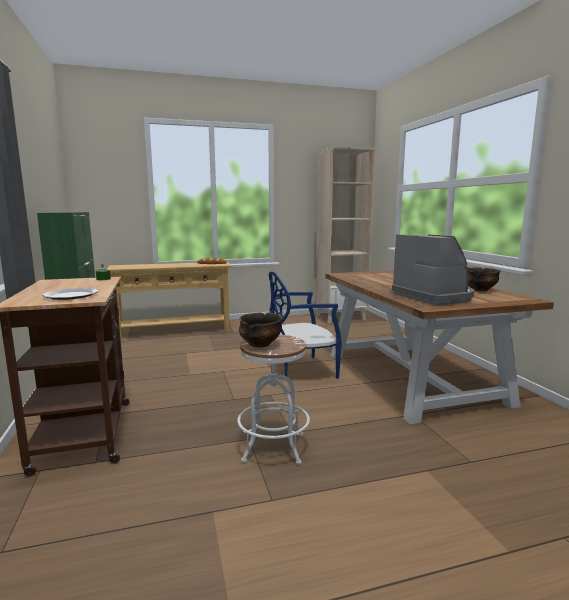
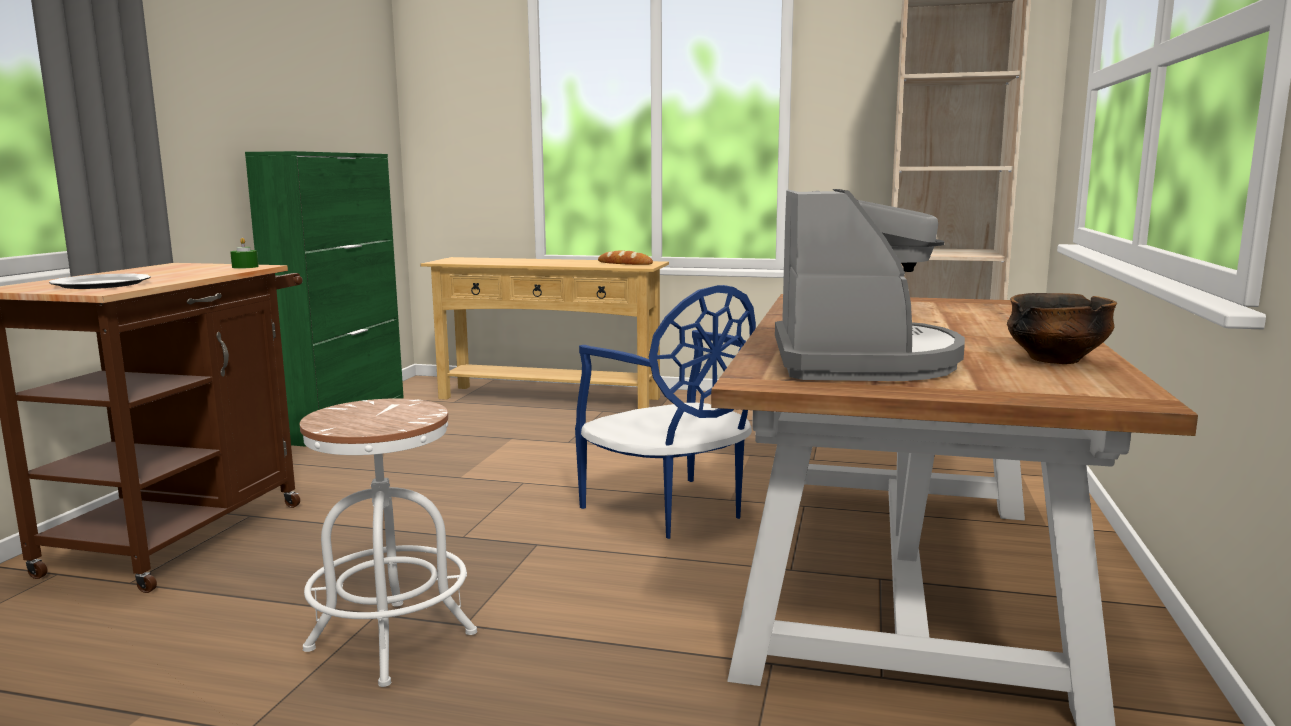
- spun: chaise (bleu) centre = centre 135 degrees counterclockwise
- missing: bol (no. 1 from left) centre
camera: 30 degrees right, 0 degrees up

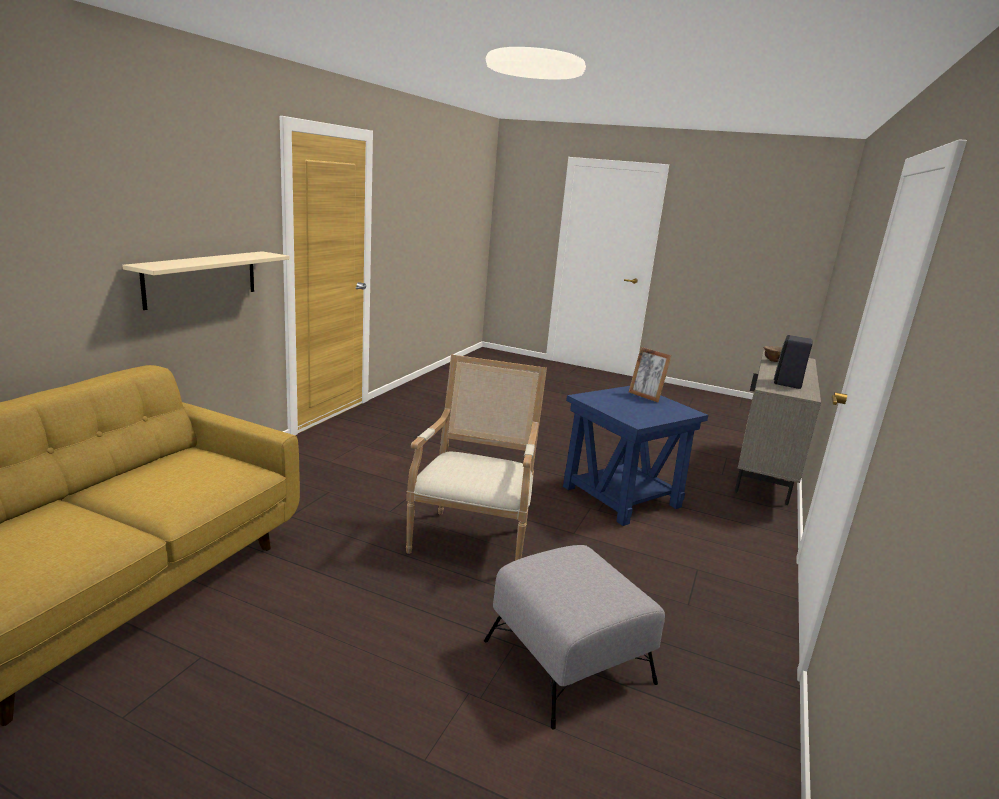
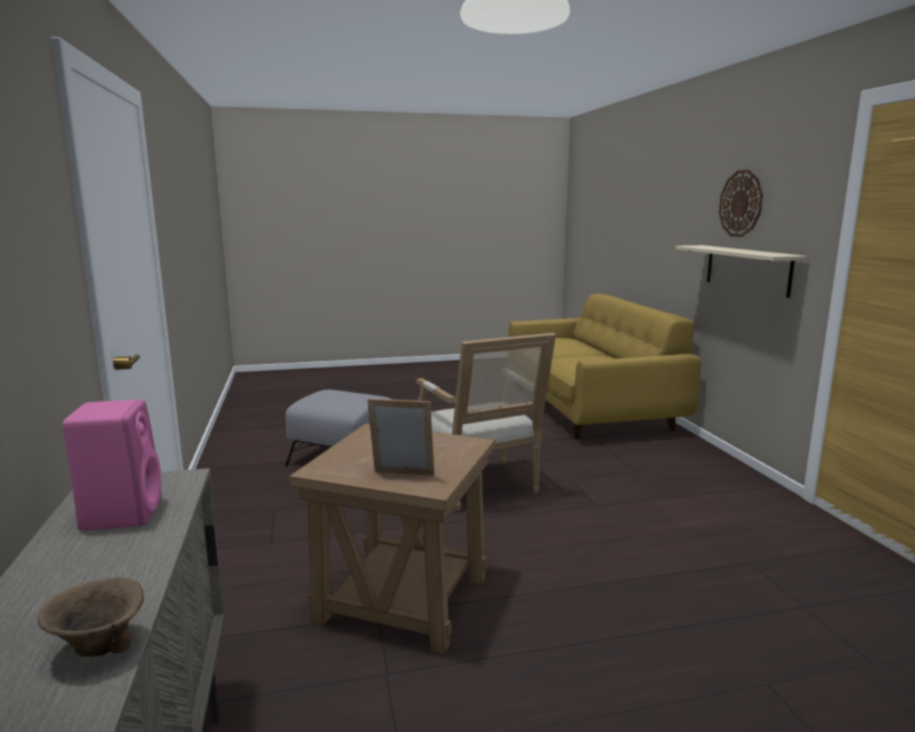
- colour: enceinte (noir) middle right to enceinte (rose) middle left
- colour: table d'appoint (bleu) centre to table d'appoint (marron) bottom centre
- appeared: horloge murale top right
camera: 145 degrees right, 5 degrees down

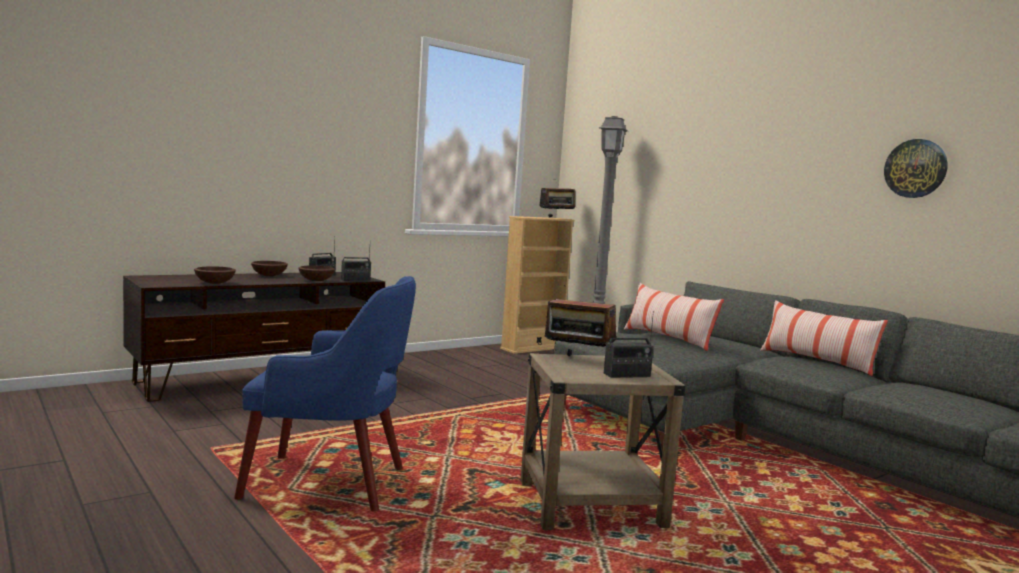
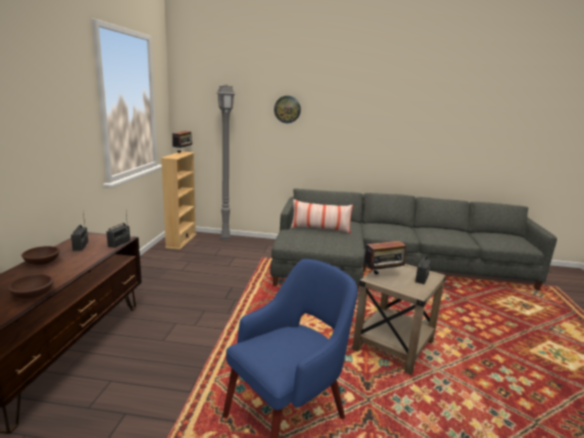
- relocated: horloge murale top right to top centre
- missing: bol (marron) (no. 3 from left) middle left
- missing: coussin (no. 2 from left) middle right
camera: 45 degrees left, 10 degrees up

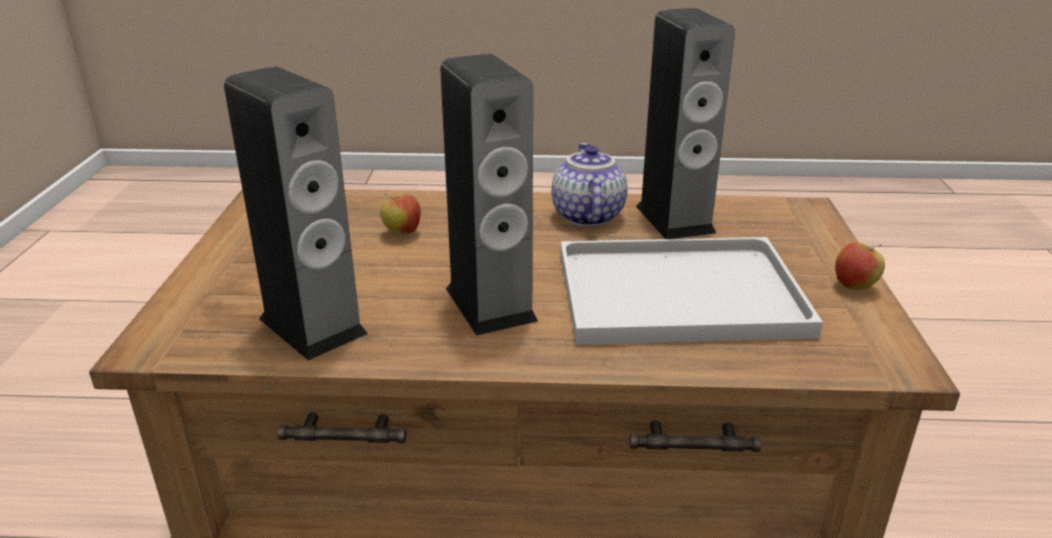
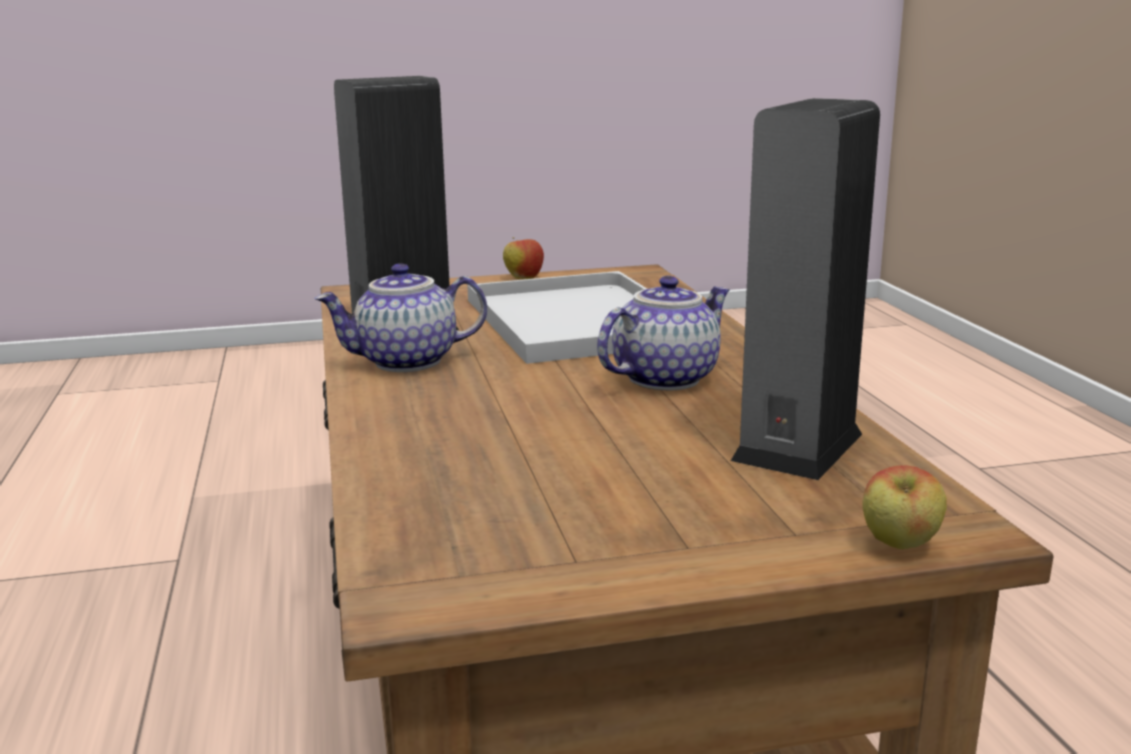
- exchanged: enceinte (no. 2 from left) centre to théière (no. 2 from left) centre
- relocated: pomme (no. 1 from left in the first image) centre to pomme (no. 2 from left) bottom right
camera: 105 degrees left, 10 degrees down

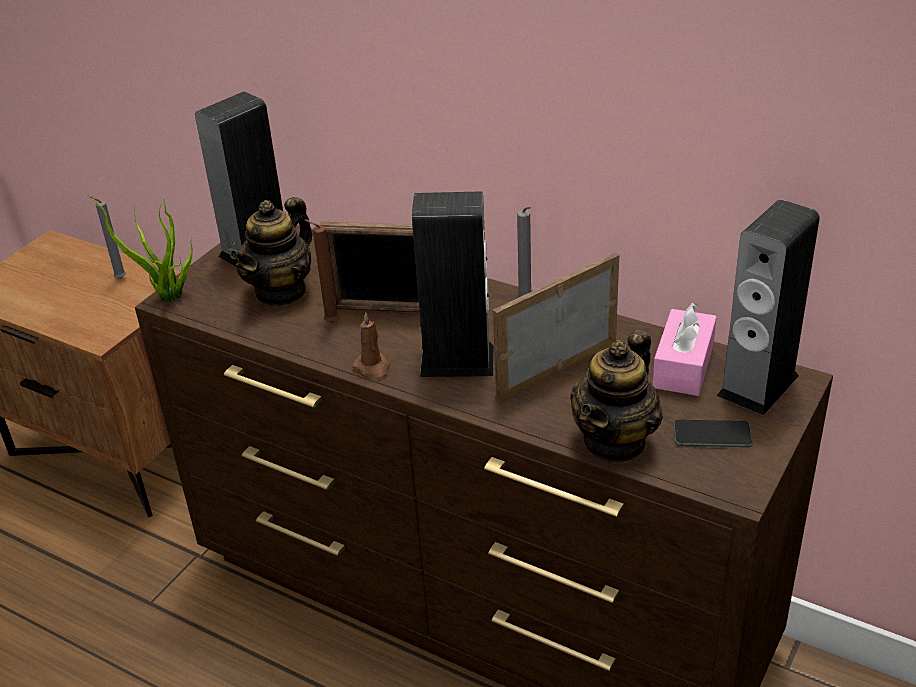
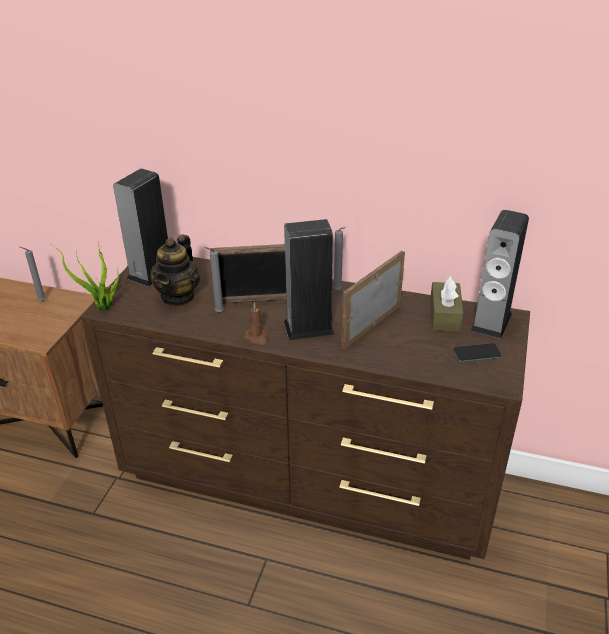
- colour: bougie (marron) (no. 1 from left) centre to bougie (gris) (no. 2 from left) centre
- colour: boîte à mouchoirs (rose) middle right to boîte à mouchoirs (marron) middle right
- missing: théière (no. 2 from left) middle right
camera: 15 degrees left, 0 degrees up

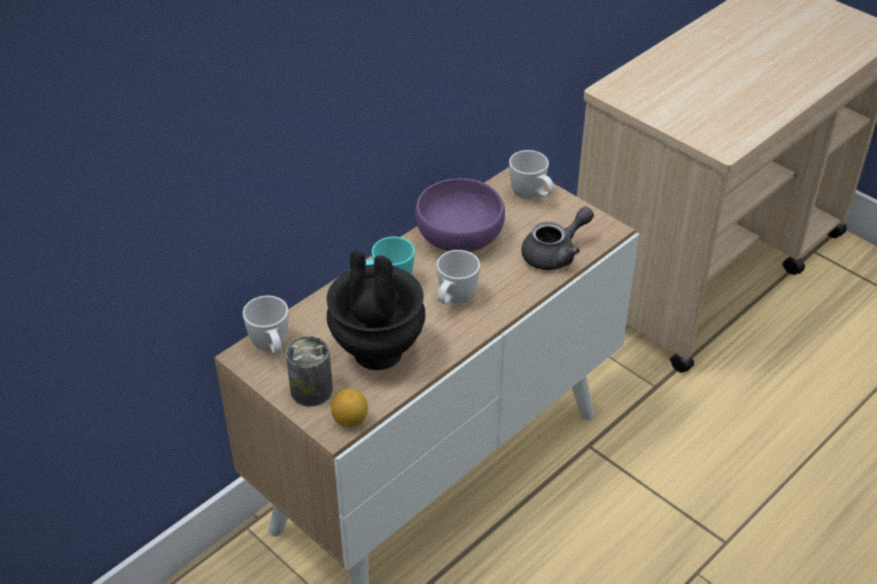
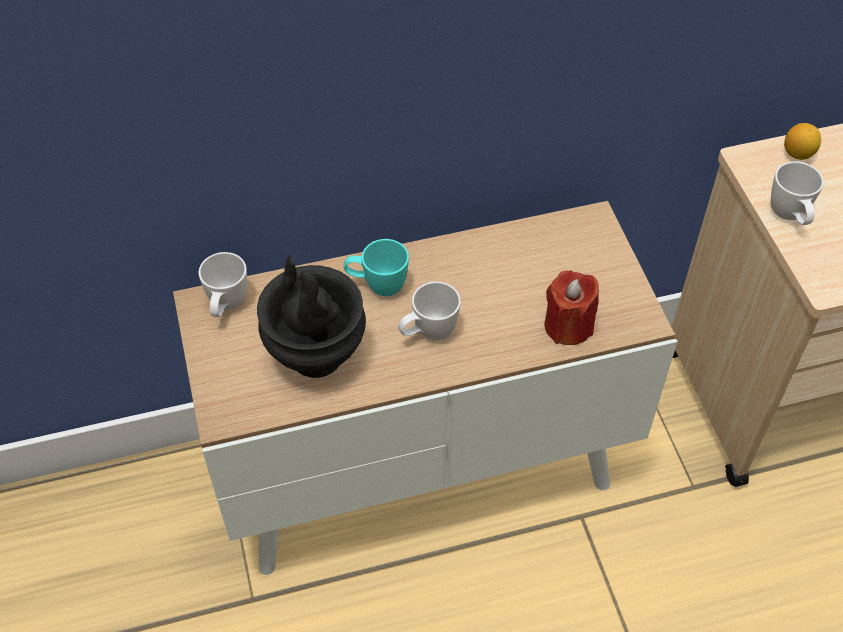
- exchanged: théière (gris) centre to bougie (rouge) middle right
- relocated: mug (blanc) (no. 3 from left) top centre to top right
- relocated: citron bottom centre to top right
- missing: boîte métallique centre
- missing: bol (violet) centre
camera: 30 degrees right, 10 degrees up

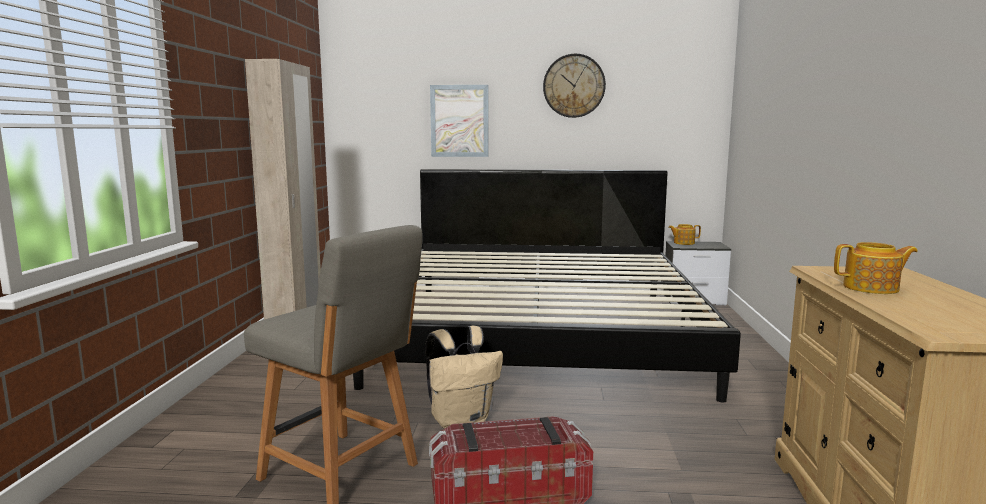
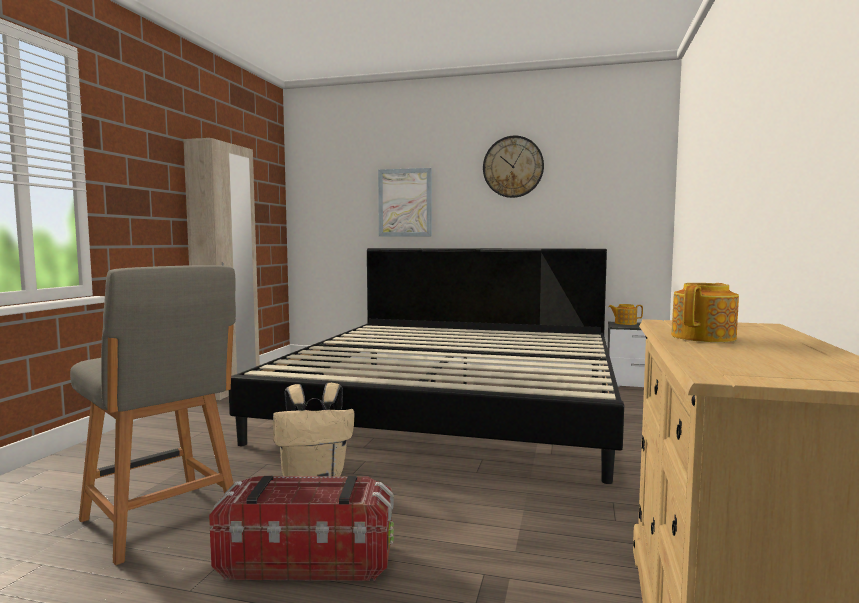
- spun: théière (no. 2 from left) middle right = middle right 60 degrees counterclockwise
camera: 10 degrees right, 5 degrees down

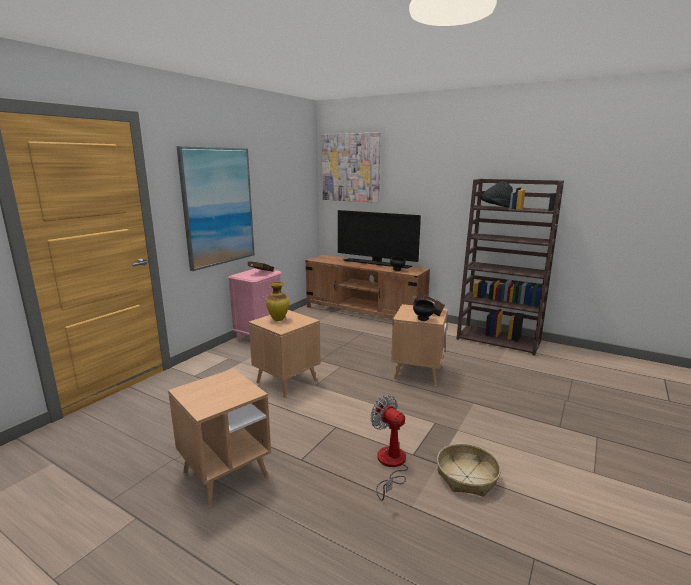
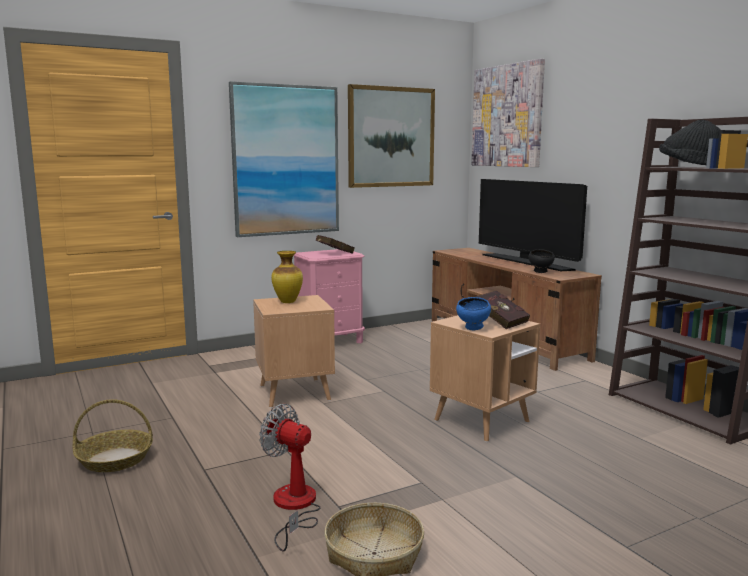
- exchanged: table d'appoint (marron) (no. 1 from left) bottom left to panier (no. 1 from left) bottom left
- spun: ventilateur bottom centre = bottom centre 45 degrees counterclockwise
- appeared: tableau (no. 2 from left) top centre
- colour: bol (noir) (no. 2 from left) centre to bol (bleu) centre
camera: 30 degrees right, 5 degrees down

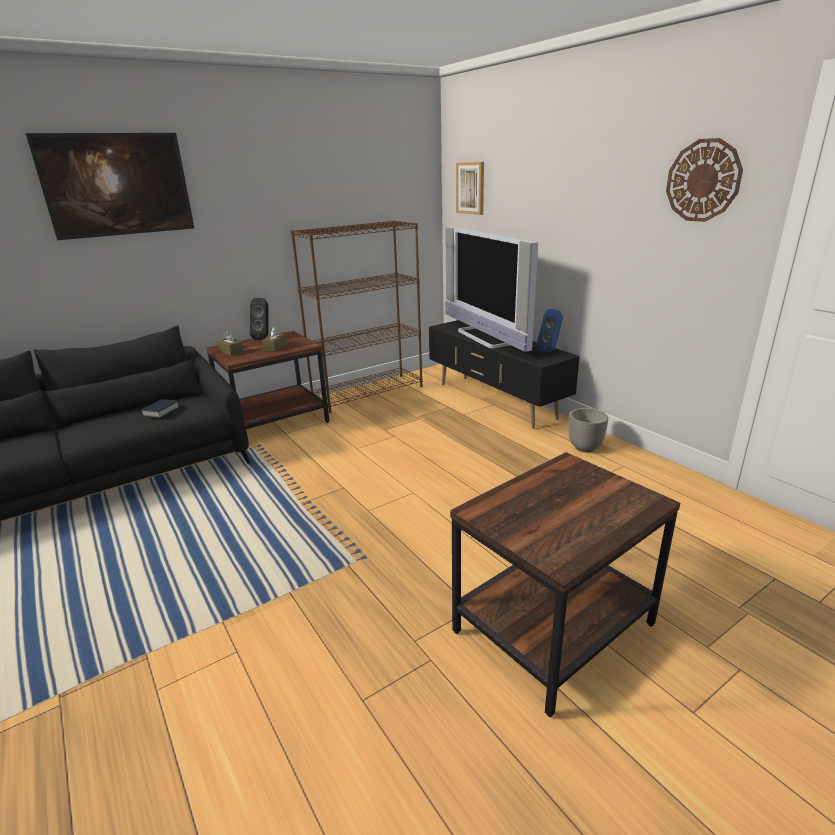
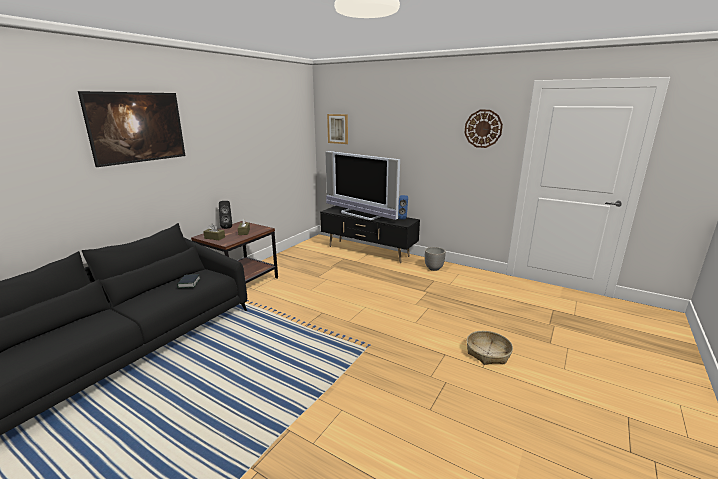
- exchanged: table d'appoint (marron) (no. 2 from left) bottom right to panier bottom right
- missing: bibliothèque (marron) centre
camera: 25 degrees left, 5 degrees down

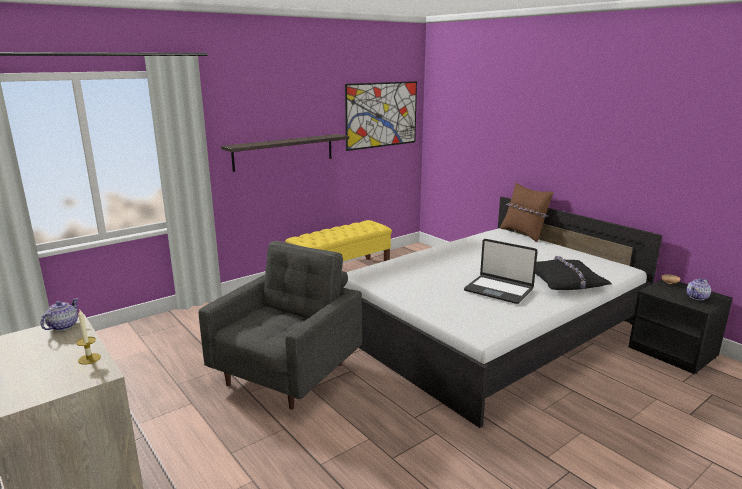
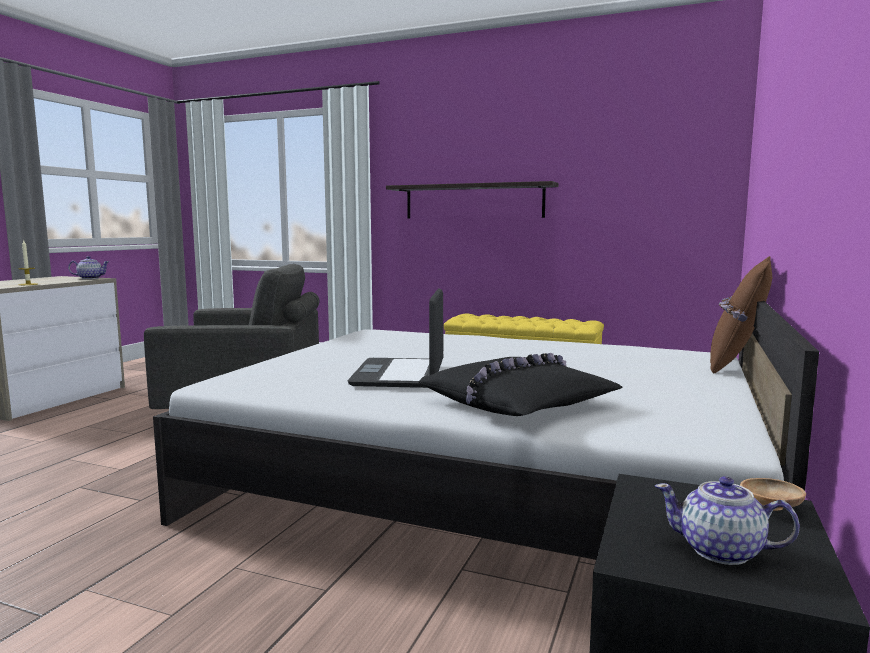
- missing: tableau top centre
camera: 60 degrees right, 10 degrees down

